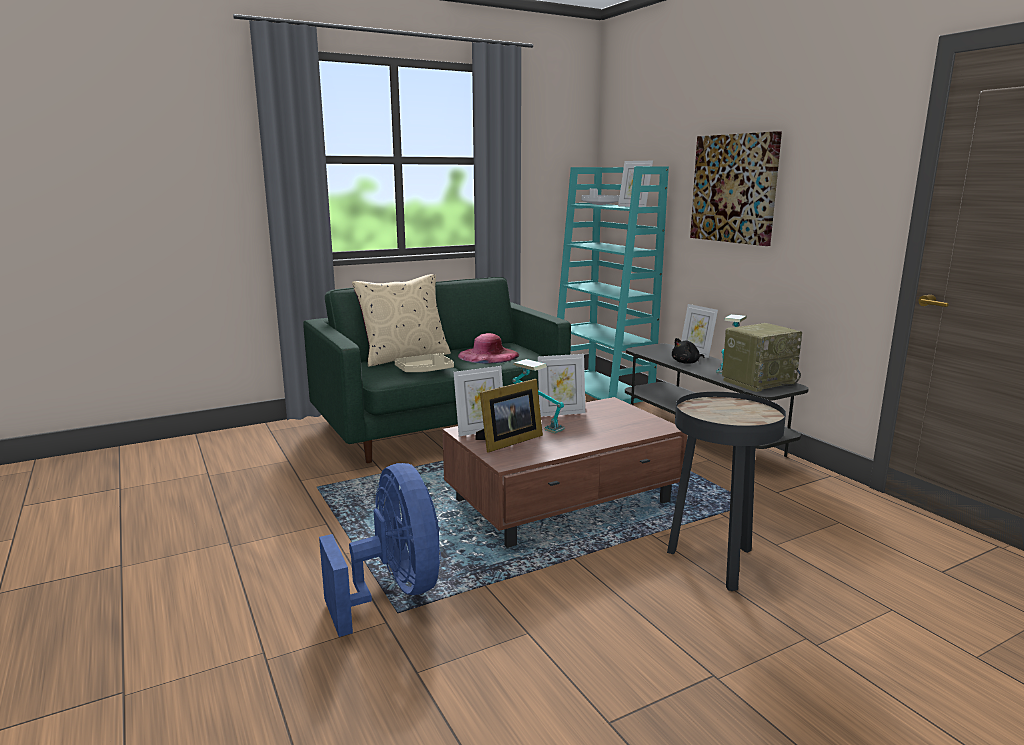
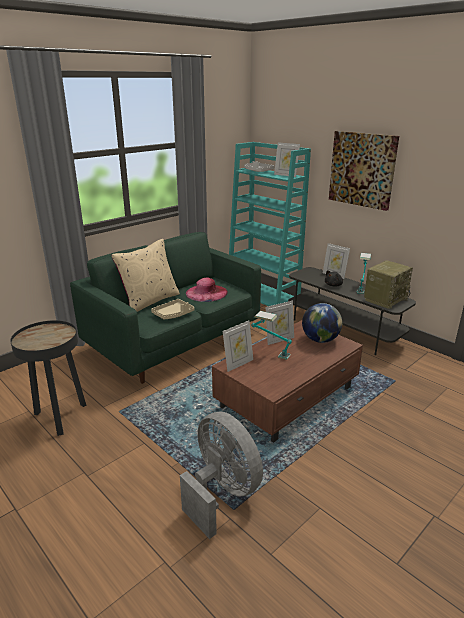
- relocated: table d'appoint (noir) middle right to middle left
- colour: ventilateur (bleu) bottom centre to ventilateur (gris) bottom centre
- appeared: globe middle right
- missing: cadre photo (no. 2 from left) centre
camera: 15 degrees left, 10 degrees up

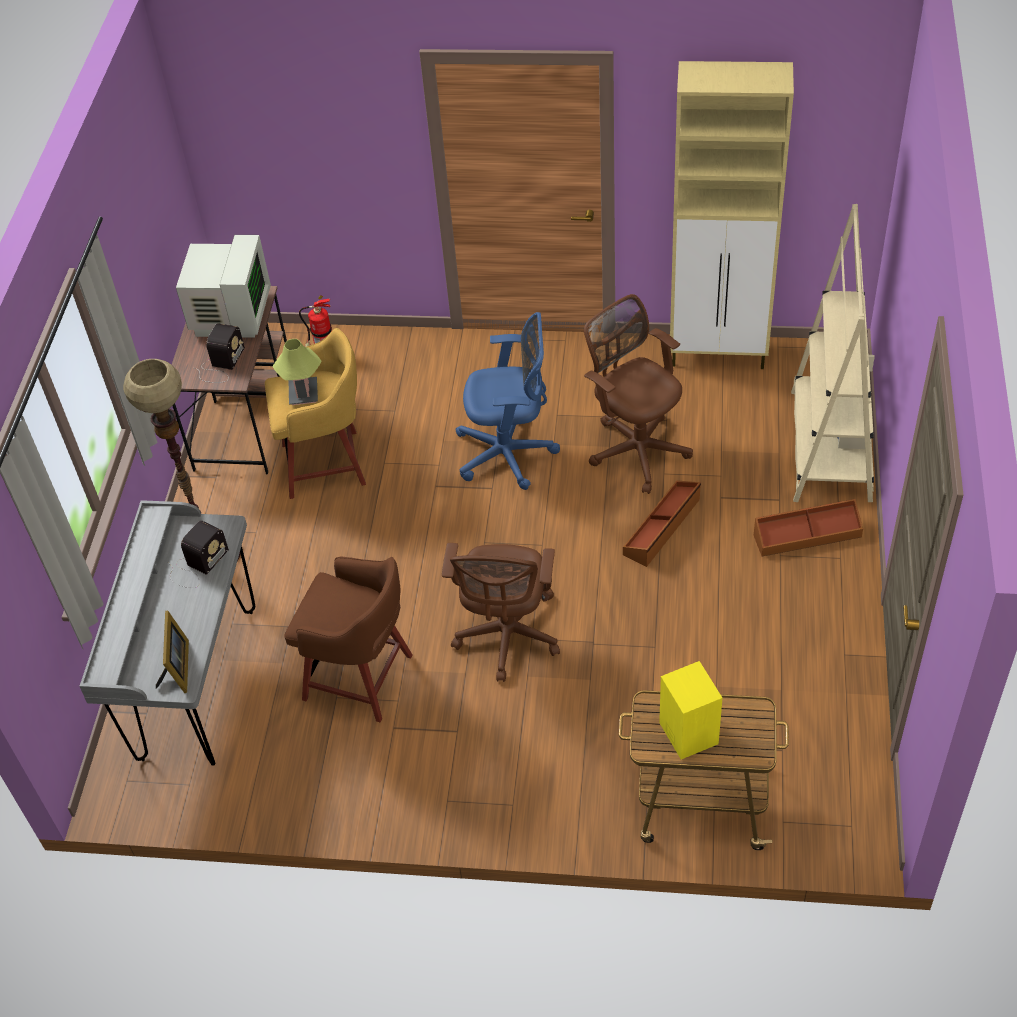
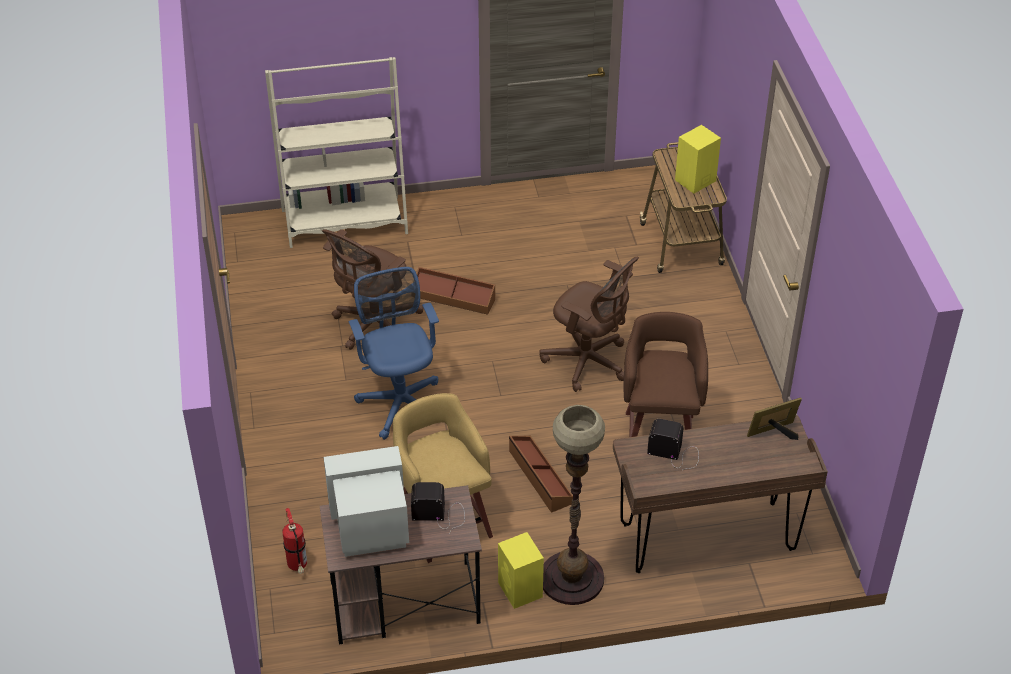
- appeared: enceinte (jaune) (no. 1 from left) bottom centre
- relocated: boîte de rangement (marron) (no. 2 from left) middle right to bottom centre
- spun: chaise de bureau (marron) (no. 1 from left in the first image) centre = centre 45 degrees clockwise
- colour: bureau (gris) middle left to bureau (marron) (no. 2 from left) bottom right
- missing: lampe de table middle left
- missing: meuble de rangement (beige) top right
camera: 110 degrees left, 5 degrees down

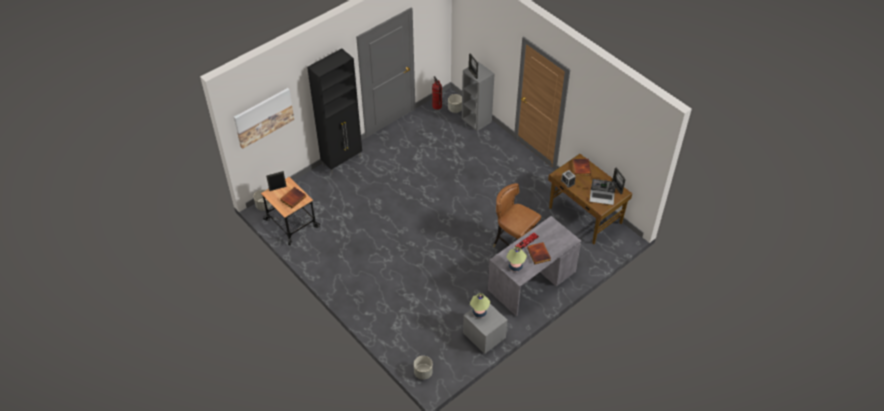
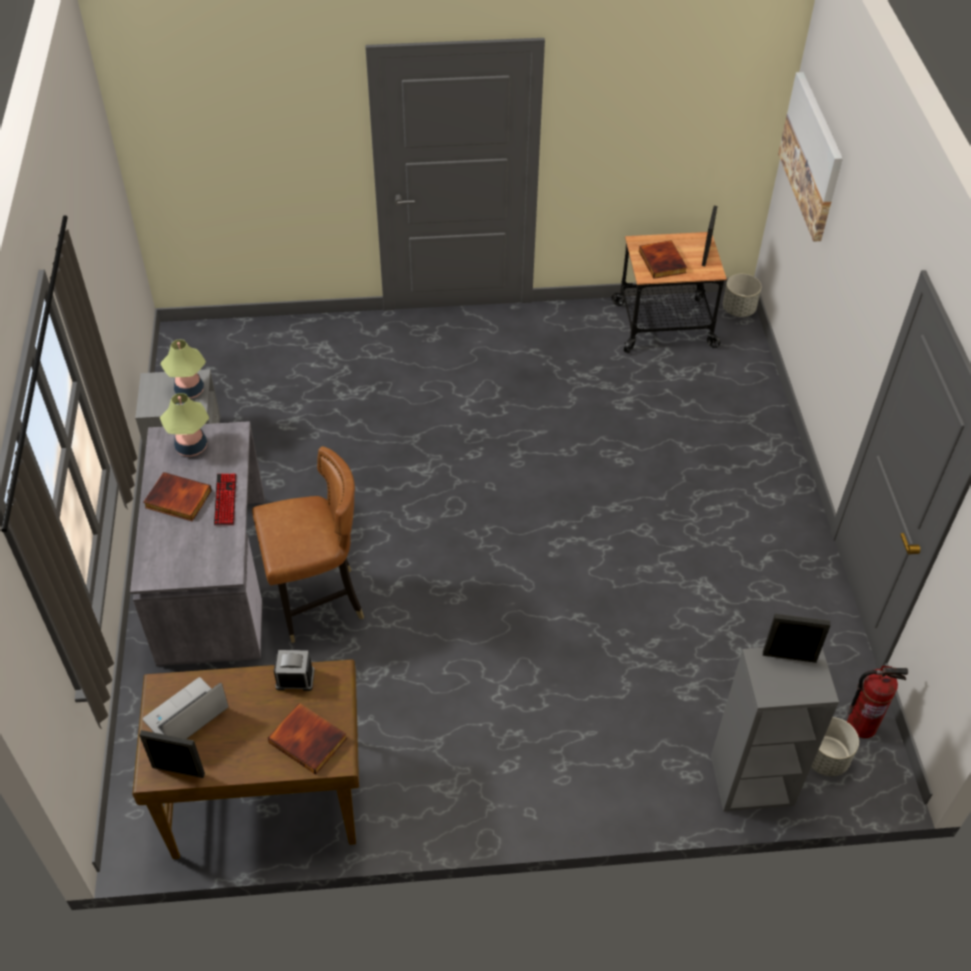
- missing: meuble de rangement (noir) top centre
- missing: cache-pot (gris) (no. 2 from left) bottom centre
camera: 125 degrees right, 0 degrees up

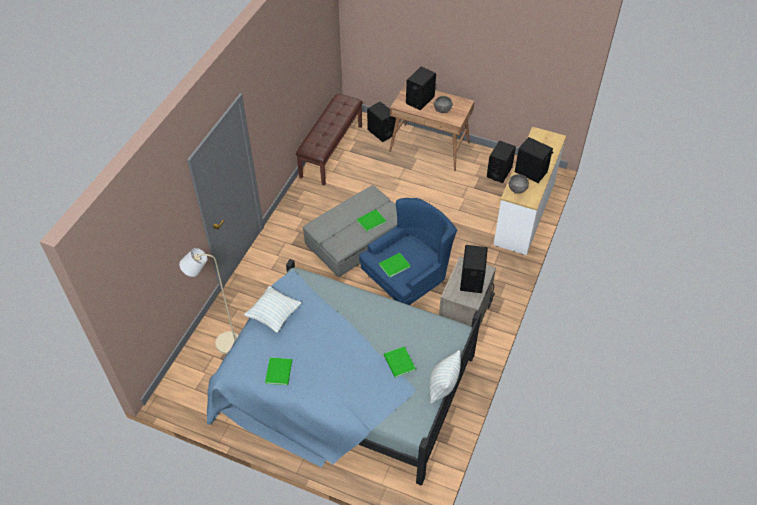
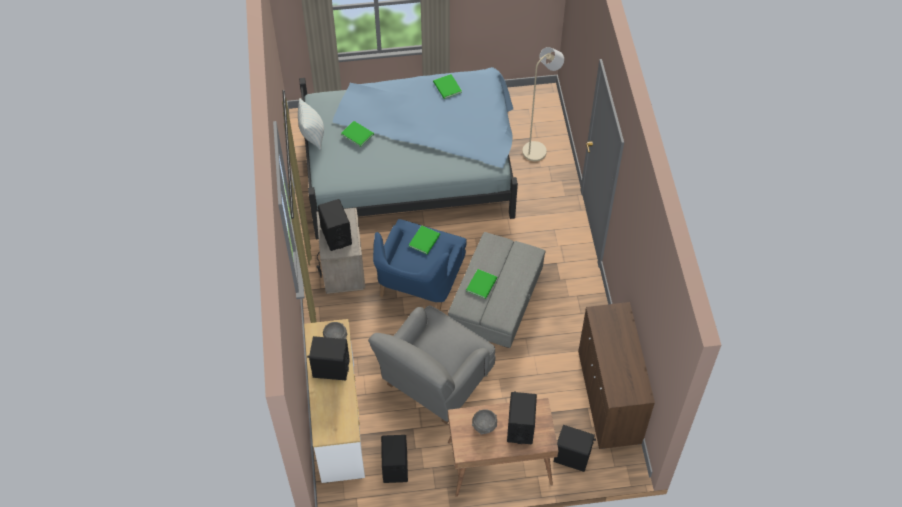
- appeared: fauteuil (gris) bottom centre
- exchanged: banc (marron) top centre to meuble de rangement (marron) bottom right
- missing: coussin (no. 1 from left) centre
camera: 150 degrees right, 5 degrees up

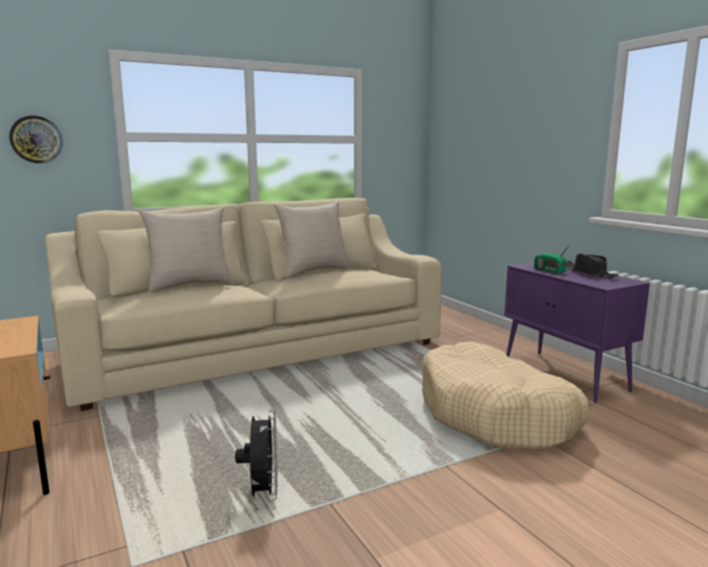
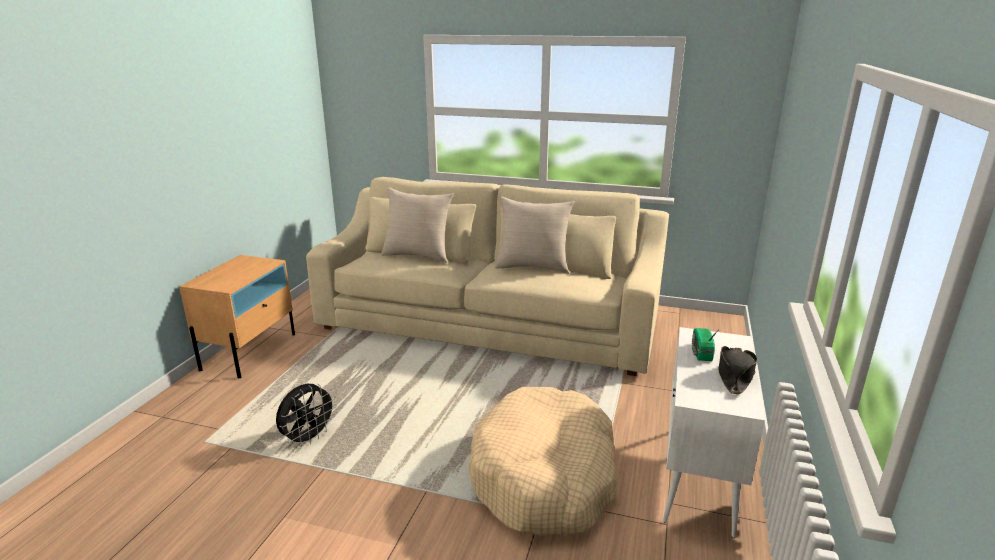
- colour: meuble de rangement (violet) middle right to meuble de rangement (blanc) bottom right
- missing: horloge murale top left
camera: 45 degrees right, 10 degrees up

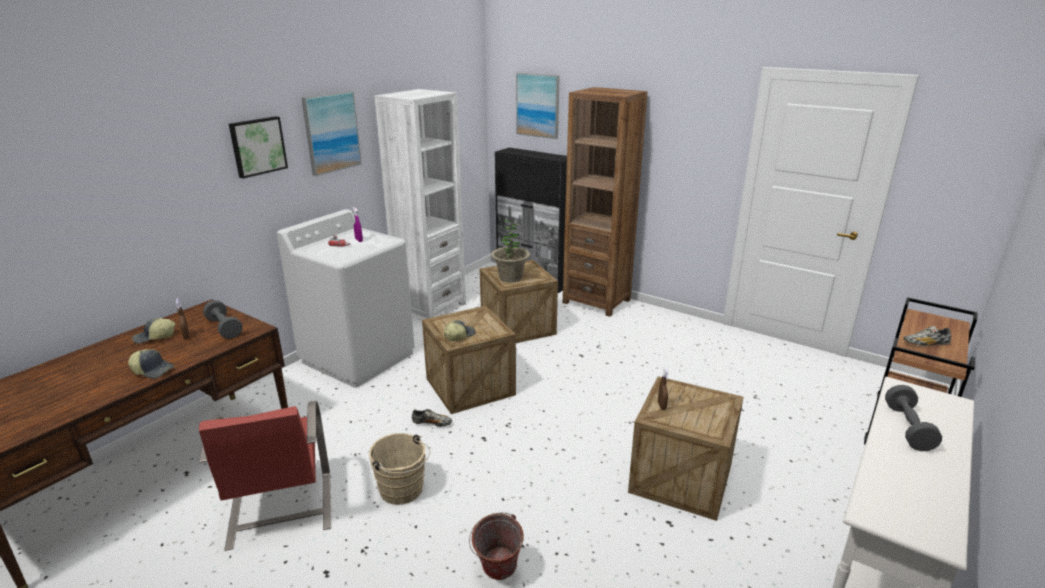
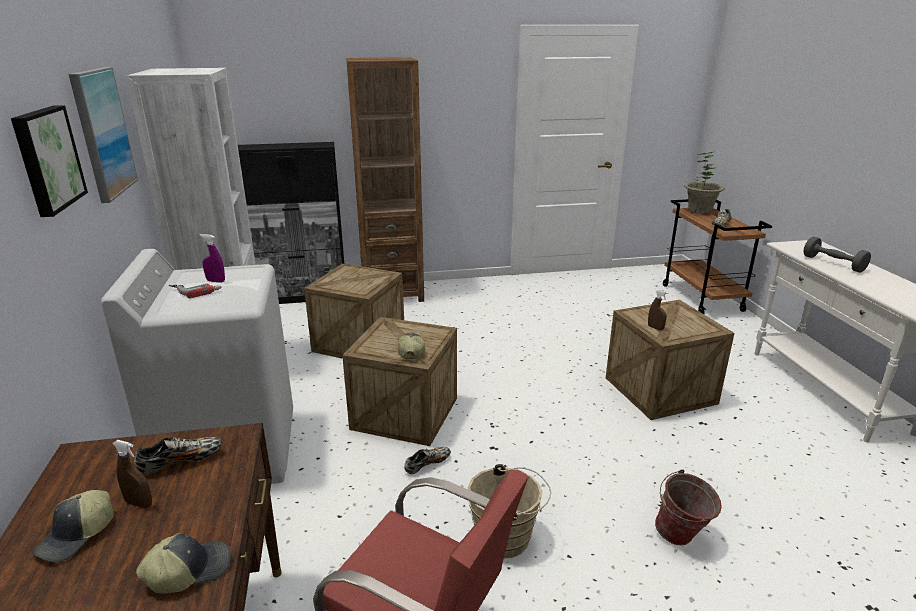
- exchanged: haltère (gris) (no. 1 from left) middle left to chaussure (no. 1 from left) bottom left
- relocated: plante en pot centre to top right
- missing: tableau (no. 3 from left) top centre
camera: 45 degrees left, 0 degrees up

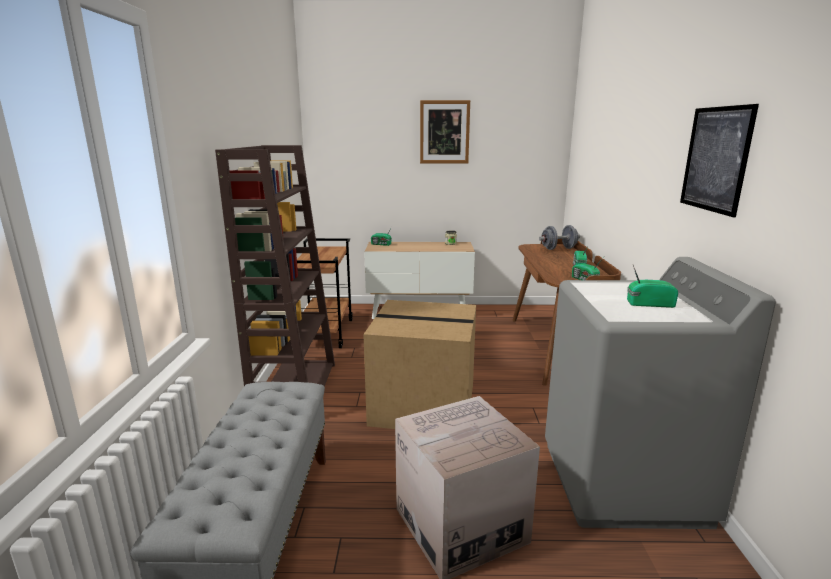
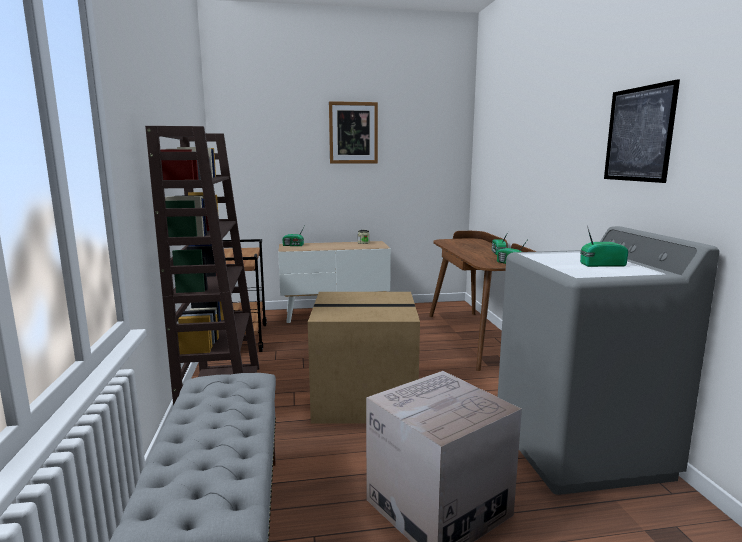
- missing: haltère (gris) middle right
camera: 10 degrees left, 5 degrees down

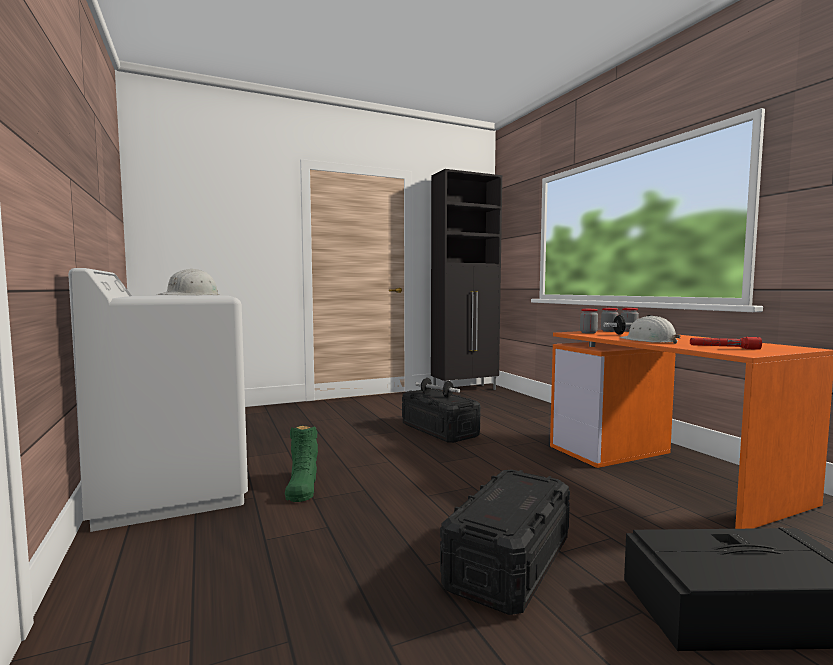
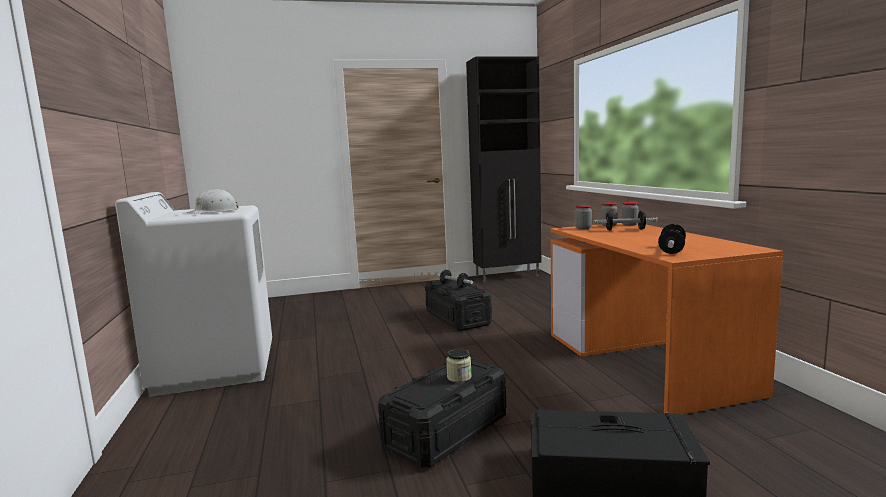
- appeared: bocal (no. 1 from left) bottom centre
- exchanged: lampe de poche (rouge) middle right to haltère (no. 3 from left) middle right
- missing: botte (vert) bottom centre
- missing: casque de chantier (blanc) (no. 2 from left) middle right
camera: 10 degrees right, 5 degrees up

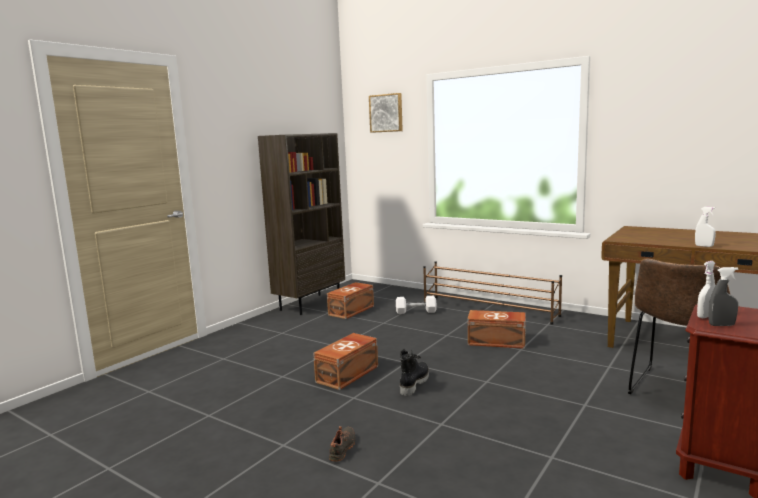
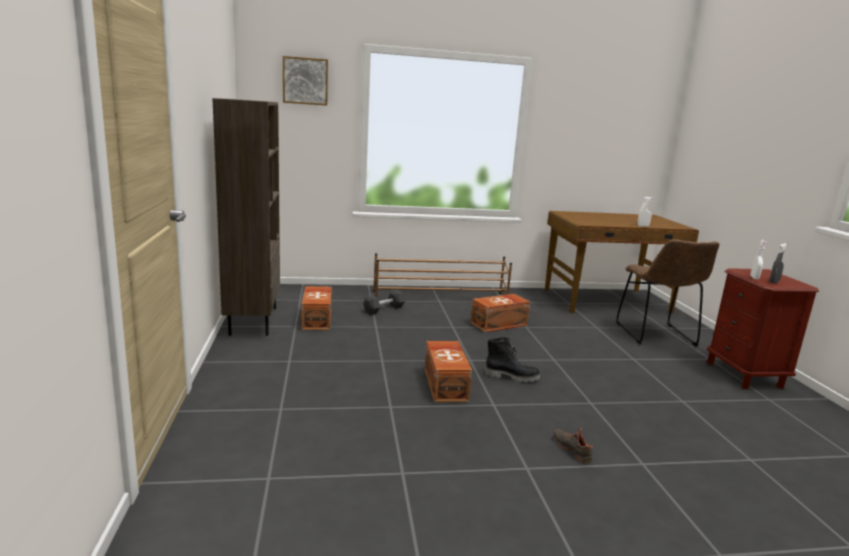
- colour: haltère (blanc) centre to haltère (noir) centre
- spun: botte (noir) bottom centre = centre 120 degrees clockwise
camera: 45 degrees left, 5 degrees up

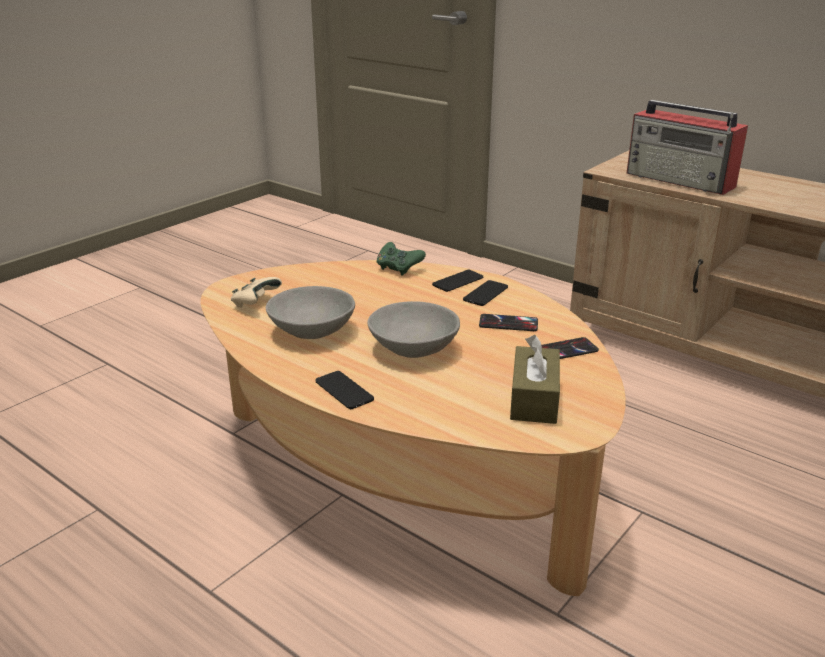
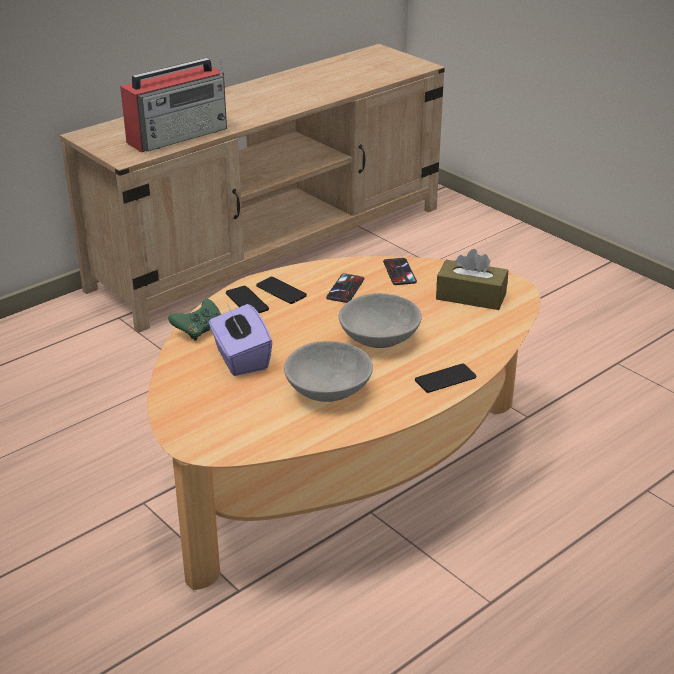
- appeared: boîte à mouchoirs (violet) centre
- missing: manette (beige) middle left
camera: 80 degrees left, 5 degrees up

